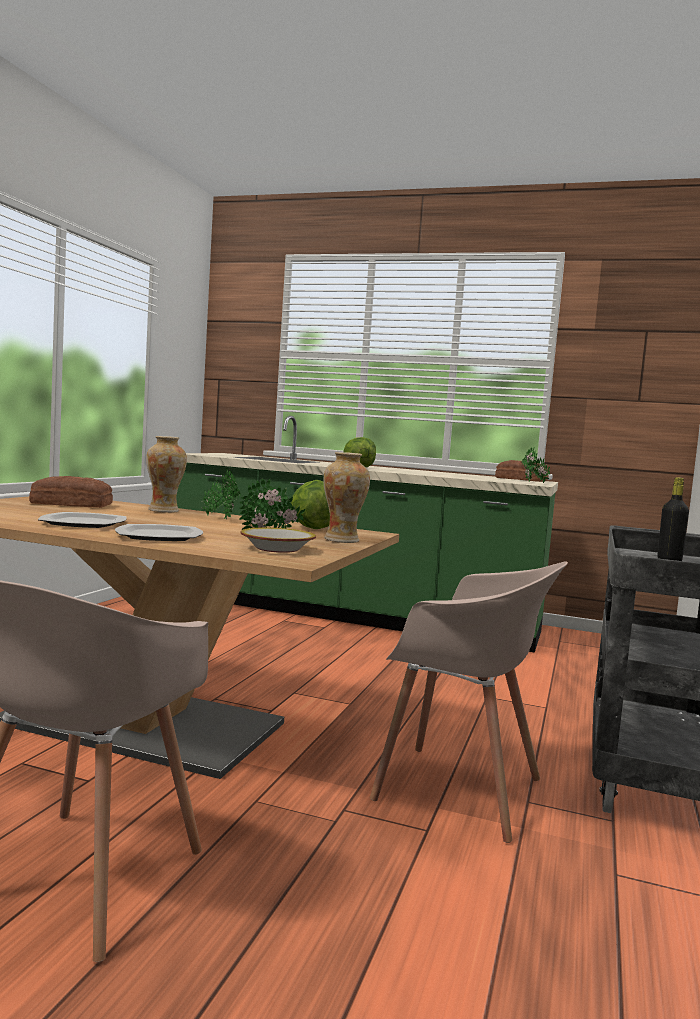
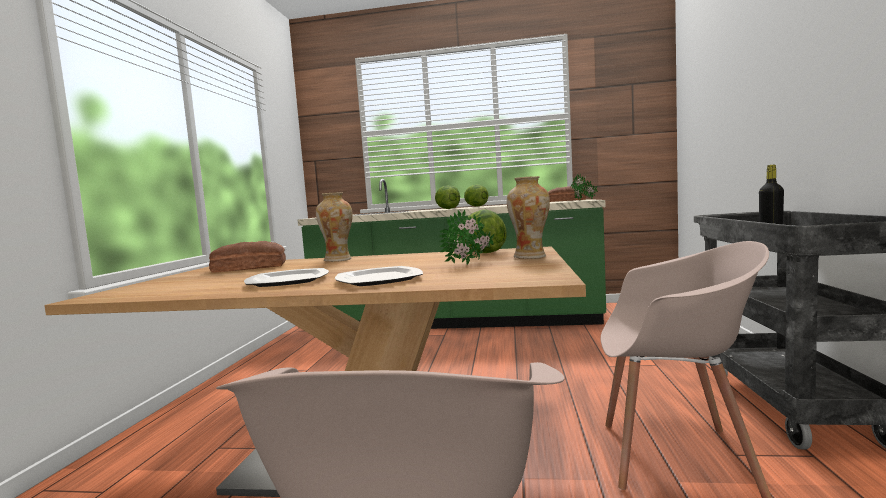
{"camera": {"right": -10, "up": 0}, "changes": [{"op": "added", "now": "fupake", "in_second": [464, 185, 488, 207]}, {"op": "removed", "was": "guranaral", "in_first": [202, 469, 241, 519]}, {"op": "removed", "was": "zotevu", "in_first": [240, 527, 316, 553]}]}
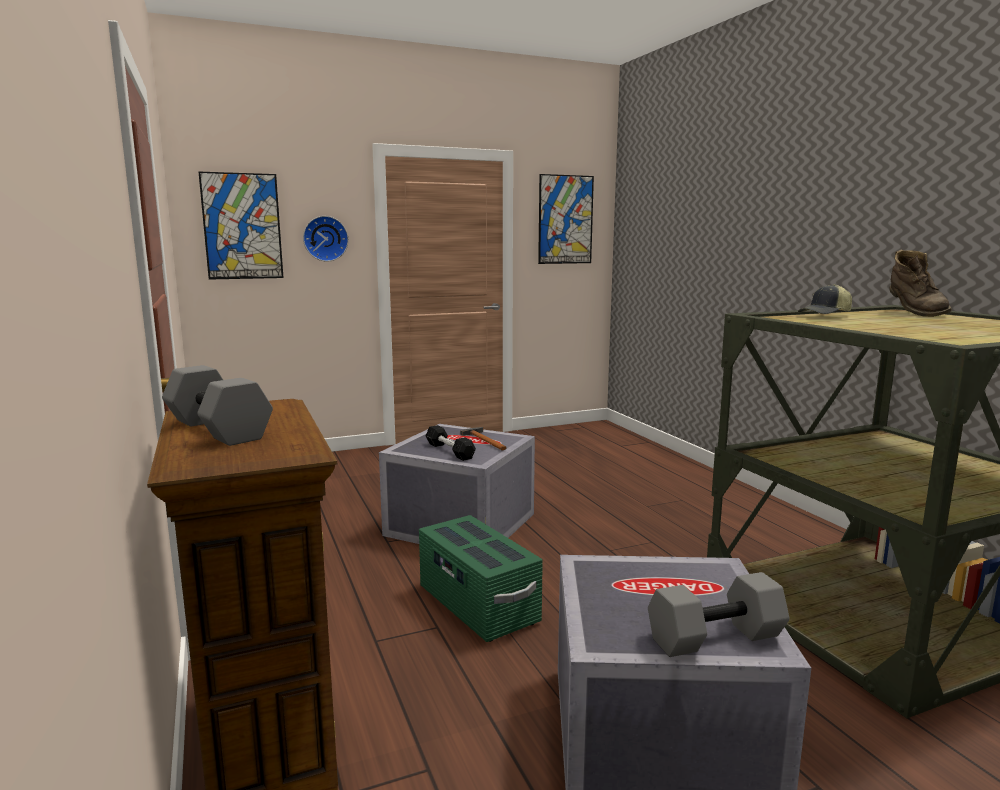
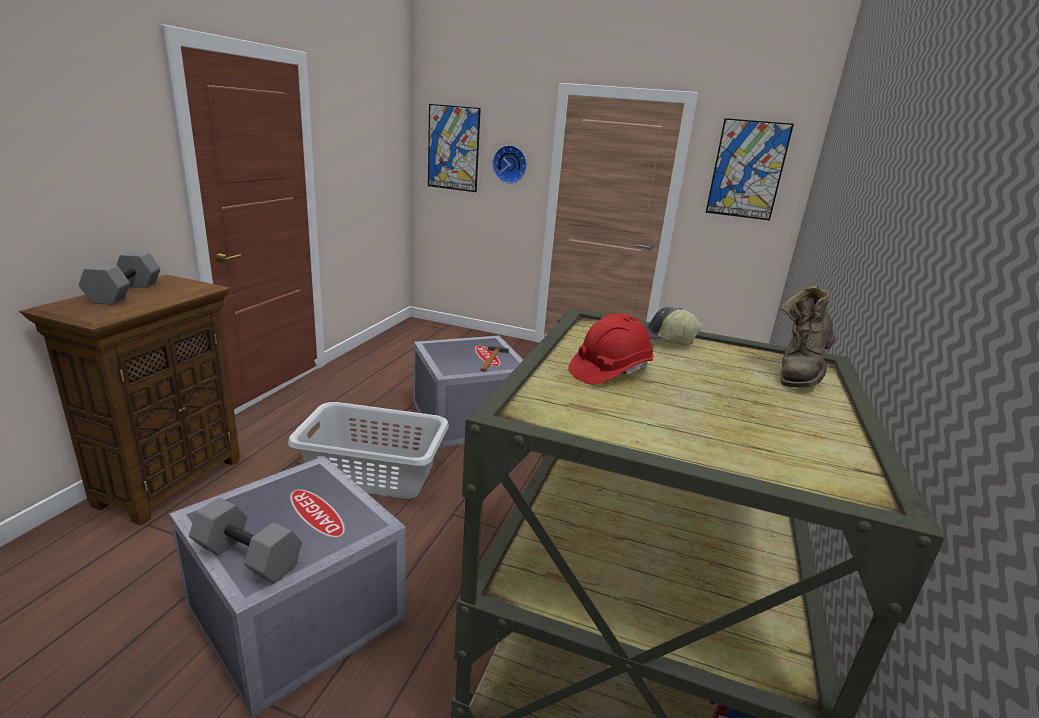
{"camera": {"right": 40, "up": 10}, "changes": [{"op": "replaced", "was": "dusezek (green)", "now": "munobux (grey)", "in_first": [419, 515, 543, 642], "in_second": [288, 402, 449, 499]}, {"op": "added", "now": "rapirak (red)", "in_second": [568, 314, 654, 385]}, {"op": "removed", "was": "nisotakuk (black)", "in_first": [426, 425, 476, 461]}]}
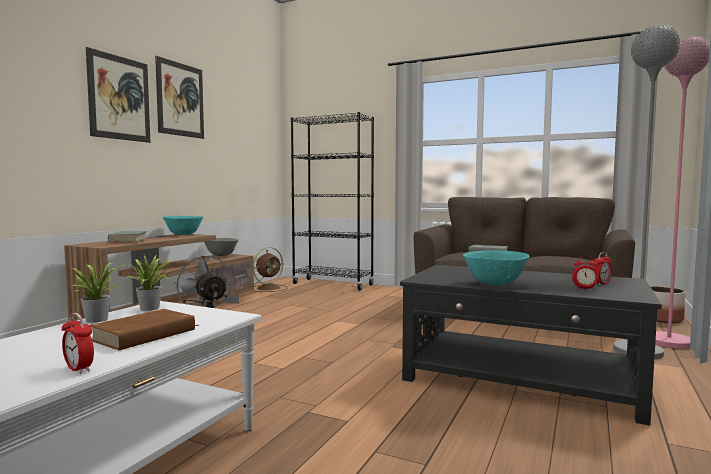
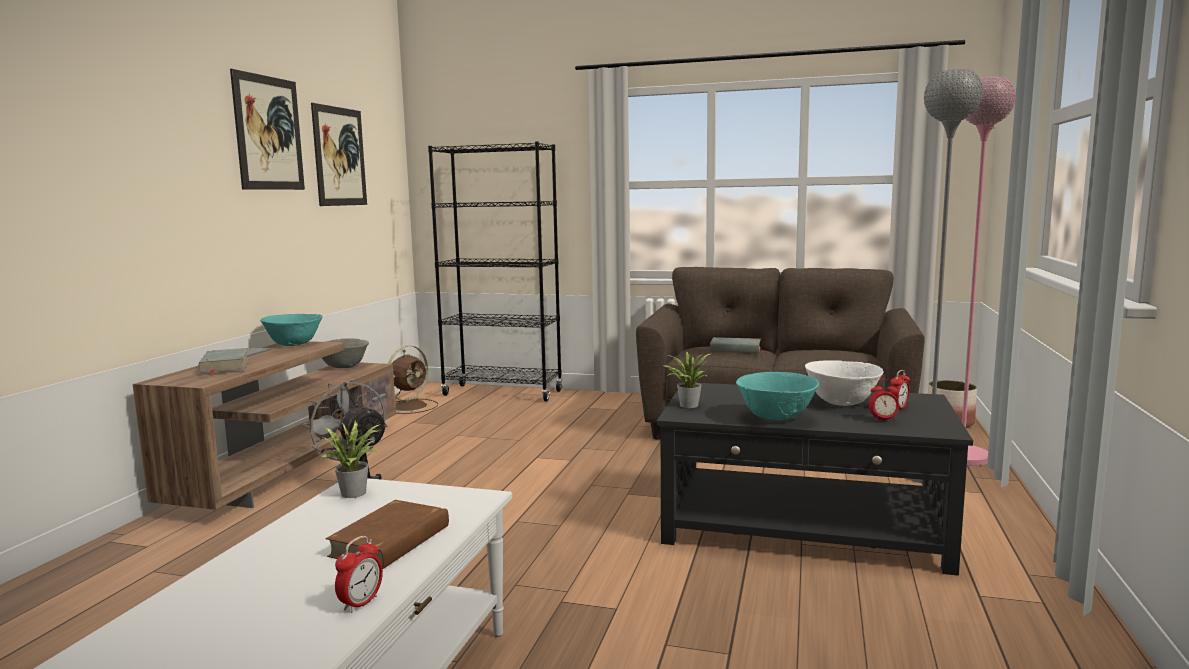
{"camera": {"right": -10, "up": 5}, "changes": [{"op": "moved", "was": "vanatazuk", "in_first": [86, 47, 150, 143], "in_second": [311, 103, 367, 206]}, {"op": "turned", "was": "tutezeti", "in_first": [62, 313, 94, 374], "in_second": [335, 536, 383, 613], "clockwise": -90}, {"op": "moved", "was": "guranaral", "in_first": [70, 261, 125, 323], "in_second": [663, 351, 712, 408]}, {"op": "added", "now": "zotevu (white)", "in_second": [805, 360, 884, 406]}]}
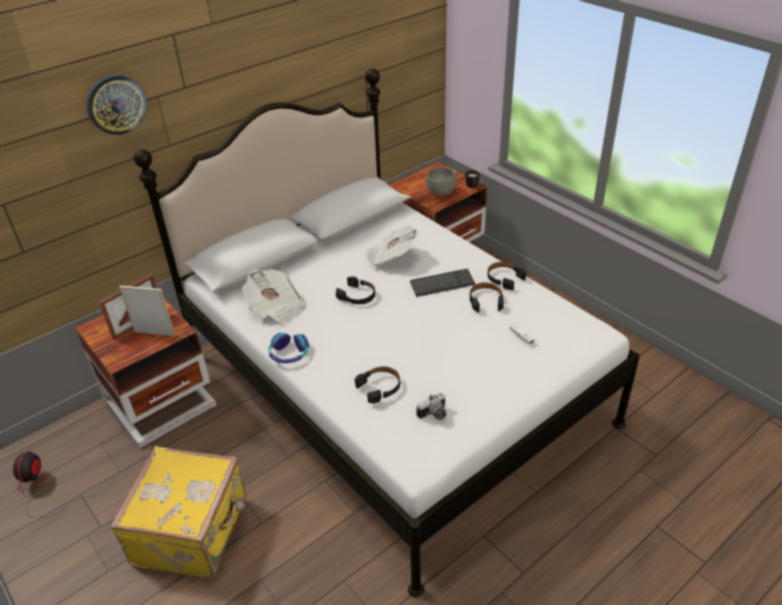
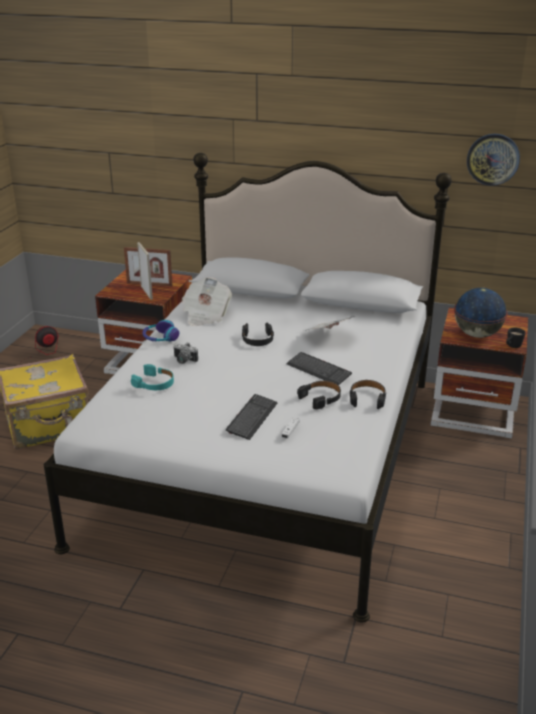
{"camera": {"right": 55, "up": -10}, "changes": [{"op": "recoloured", "was": "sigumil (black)", "now": "sigumil (turquoise)", "in_first": [355, 367, 400, 404], "in_second": [131, 364, 174, 390]}, {"op": "moved", "was": "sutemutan", "in_first": [416, 392, 446, 420], "in_second": [174, 343, 198, 364]}, {"op": "added", "now": "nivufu", "in_second": [226, 394, 278, 440]}, {"op": "replaced", "was": "zotevu (grey)", "now": "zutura", "in_first": [426, 167, 457, 196], "in_second": [454, 288, 508, 338]}, {"op": "moved", "was": "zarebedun", "in_first": [87, 75, 147, 135], "in_second": [467, 134, 520, 186]}]}
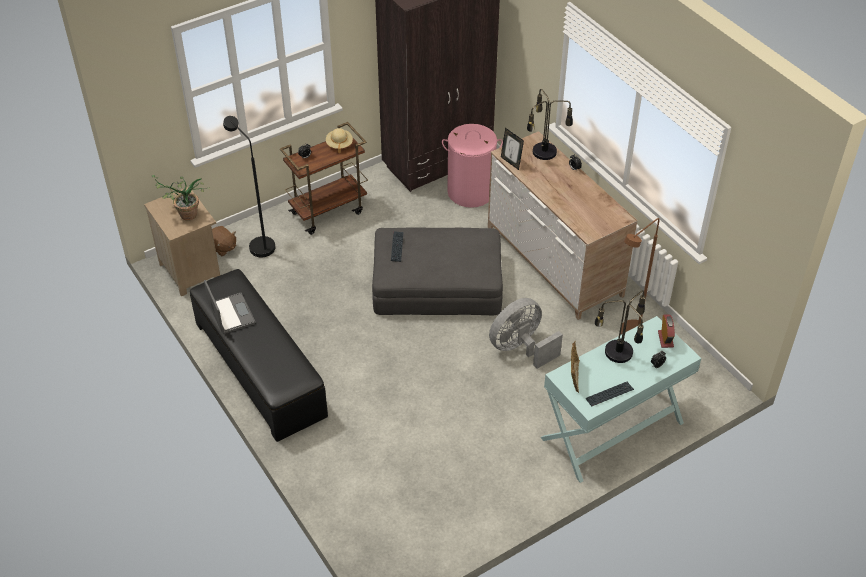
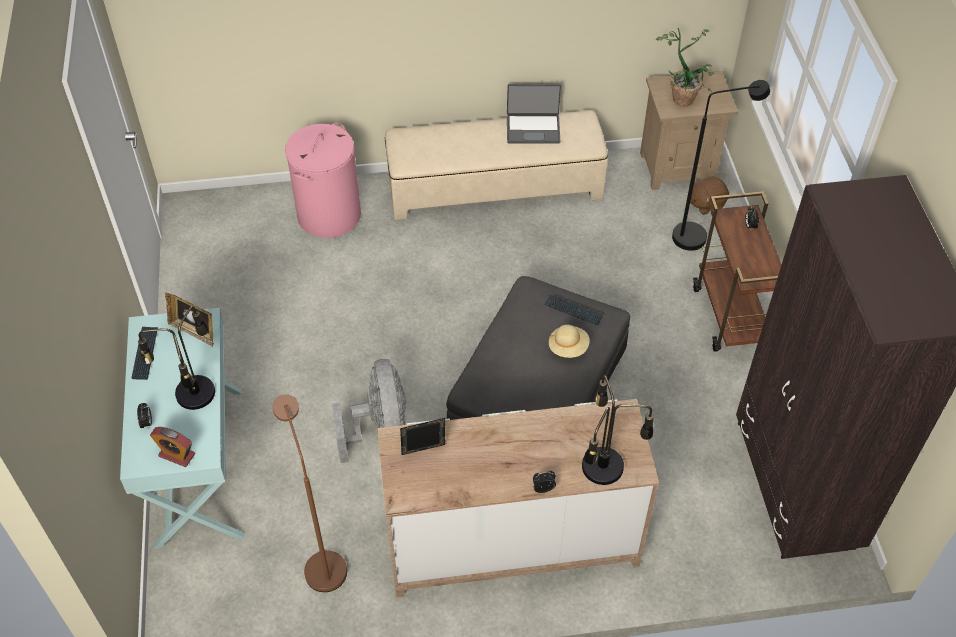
{"camera": {"right": 115, "up": 5}, "changes": [{"op": "moved", "was": "munobux (pink)", "in_first": [442, 124, 503, 208], "in_second": [285, 123, 361, 238]}, {"op": "recoloured", "was": "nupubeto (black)", "now": "nupubeto (beige)", "in_first": [190, 269, 328, 442], "in_second": [385, 110, 608, 220]}, {"op": "moved", "was": "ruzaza", "in_first": [501, 128, 524, 170], "in_second": [400, 418, 446, 455]}, {"op": "moved", "was": "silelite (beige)", "in_first": [326, 128, 353, 153], "in_second": [549, 325, 590, 358]}]}
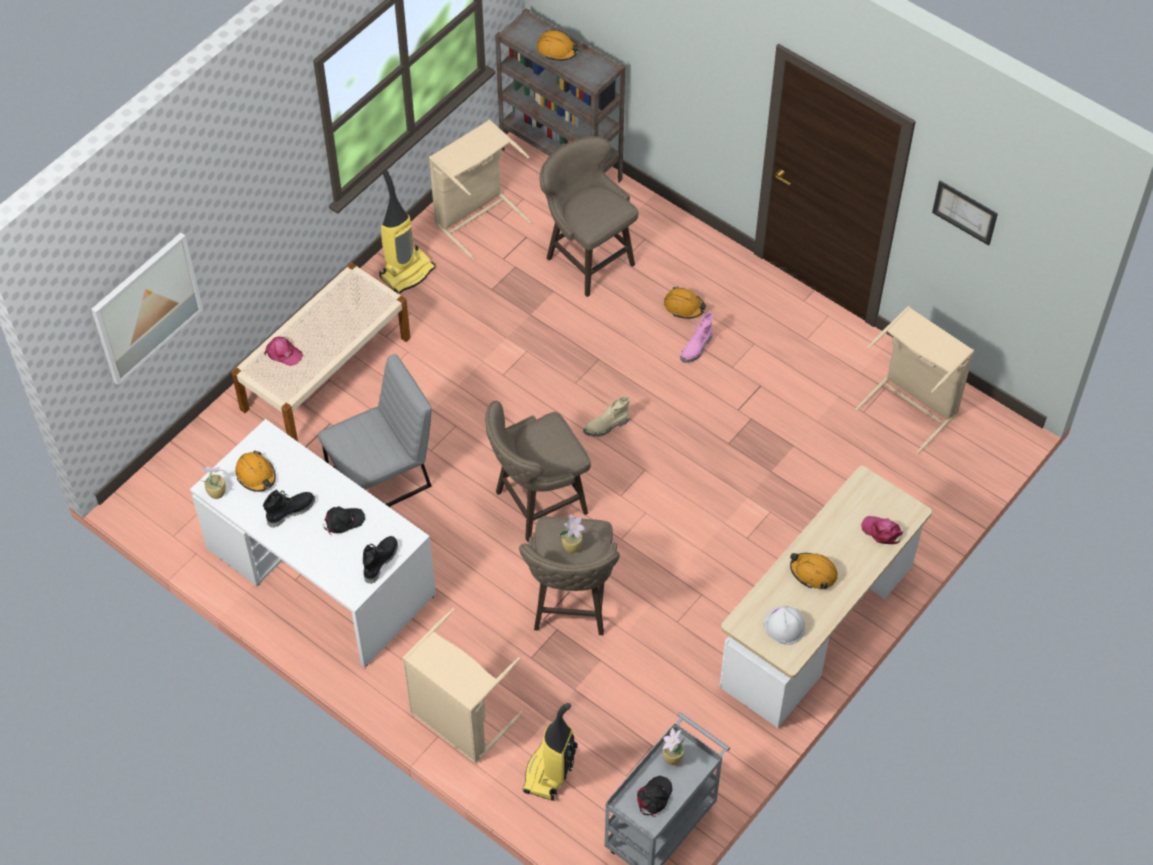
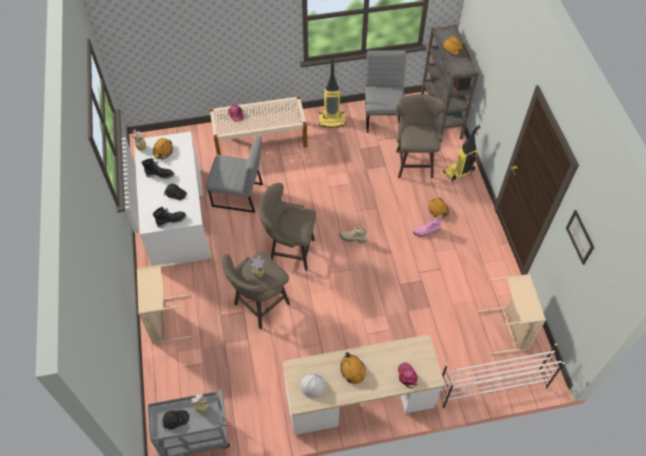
{"camera": {"right": 40, "up": 0}, "changes": [{"op": "replaced", "was": "munobux (beige)", "now": "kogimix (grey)", "in_first": [429, 119, 531, 260], "in_second": [365, 50, 406, 133]}, {"op": "added", "now": "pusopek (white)", "in_second": [440, 344, 565, 409]}, {"op": "moved", "was": "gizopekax", "in_first": [523, 703, 577, 801], "in_second": [443, 125, 480, 182]}, {"op": "removed", "was": "vanatazuk", "in_first": [91, 233, 203, 385]}]}
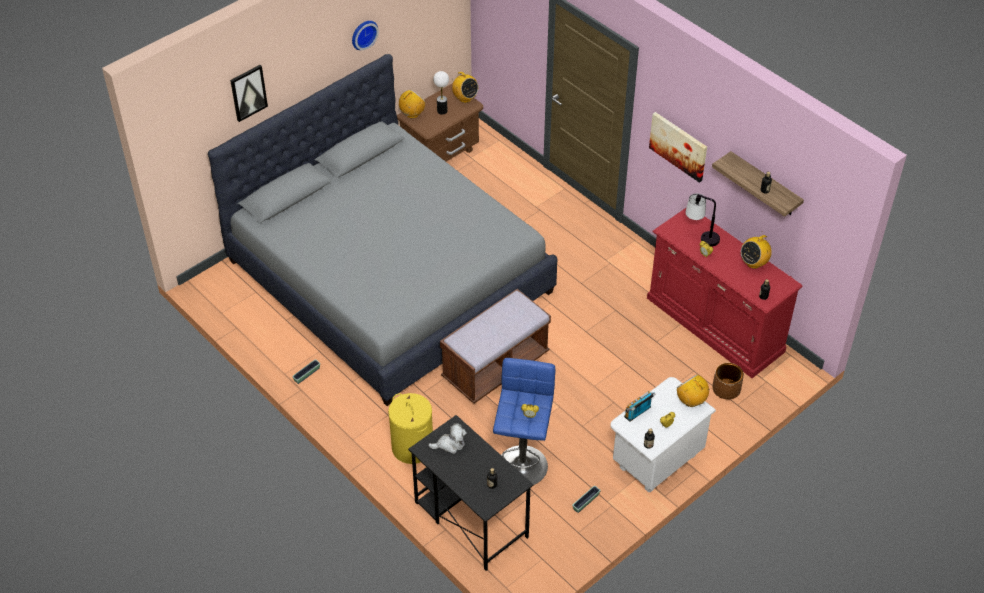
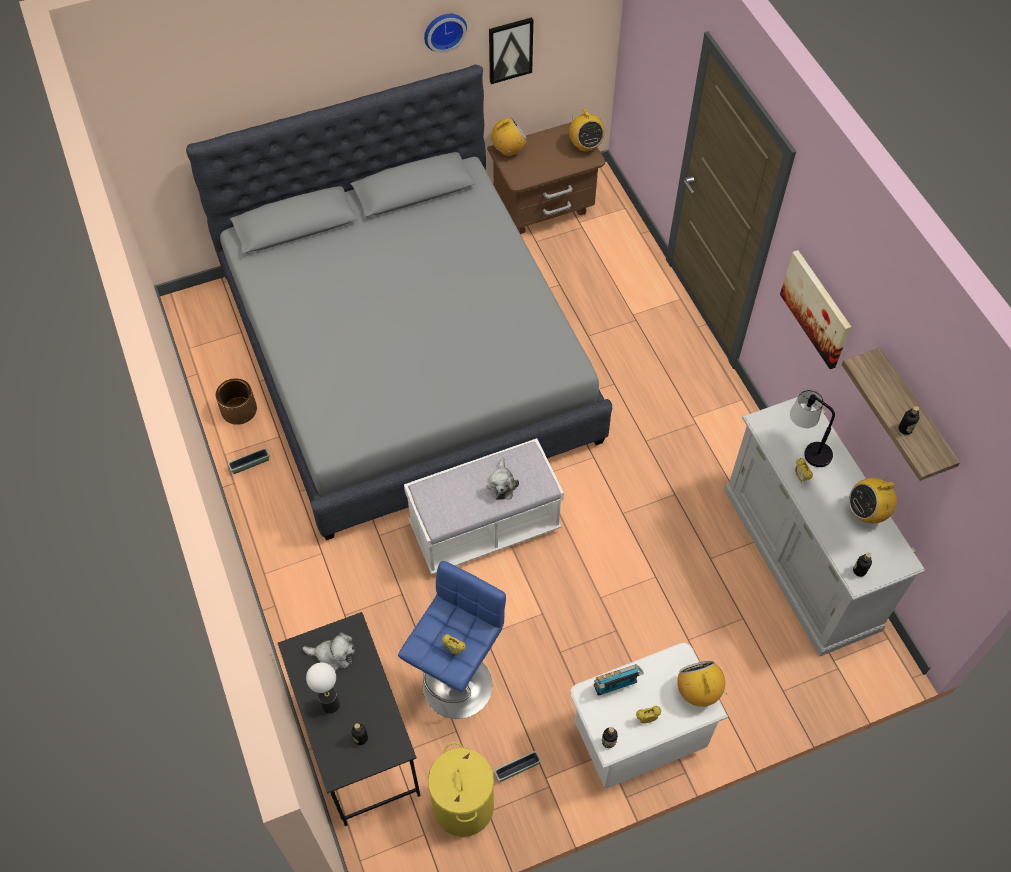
{"camera": {"right": 20, "up": 10}, "changes": [{"op": "moved", "was": "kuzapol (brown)", "in_first": [712, 363, 744, 400], "in_second": [215, 378, 257, 425]}, {"op": "moved", "was": "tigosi", "in_first": [433, 71, 449, 115], "in_second": [306, 662, 340, 714]}, {"op": "recoloured", "was": "nupubeto (brown)", "now": "nupubeto (white)", "in_first": [440, 289, 551, 404], "in_second": [404, 438, 564, 575]}, {"op": "moved", "was": "munobux (yellow)", "in_first": [388, 393, 433, 464], "in_second": [428, 742, 494, 837]}, {"op": "added", "now": "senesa", "in_second": [487, 457, 519, 500]}, {"op": "moved", "was": "vanatazuk", "in_first": [230, 65, 268, 122], "in_second": [489, 17, 533, 84]}, {"op": "recoloured", "was": "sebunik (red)", "now": "sebunik (white)", "in_first": [647, 207, 802, 378], "in_second": [724, 397, 925, 657]}]}
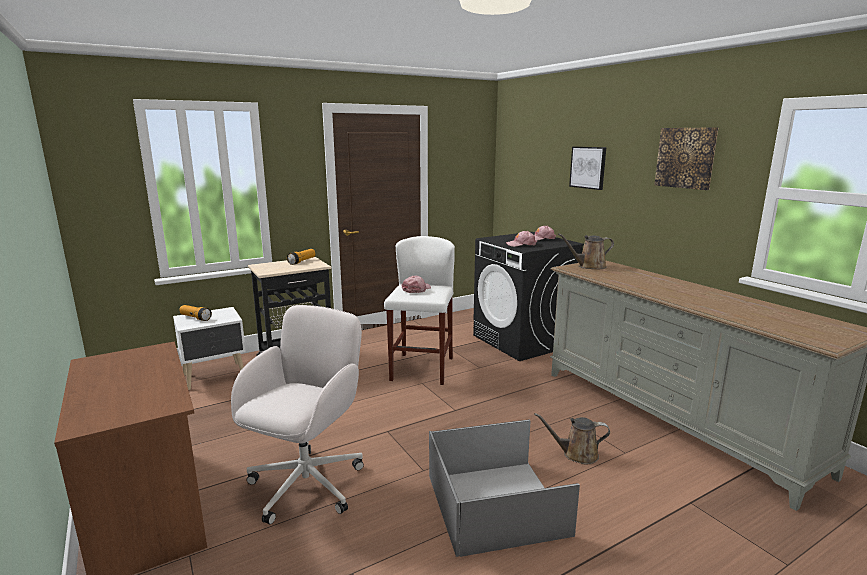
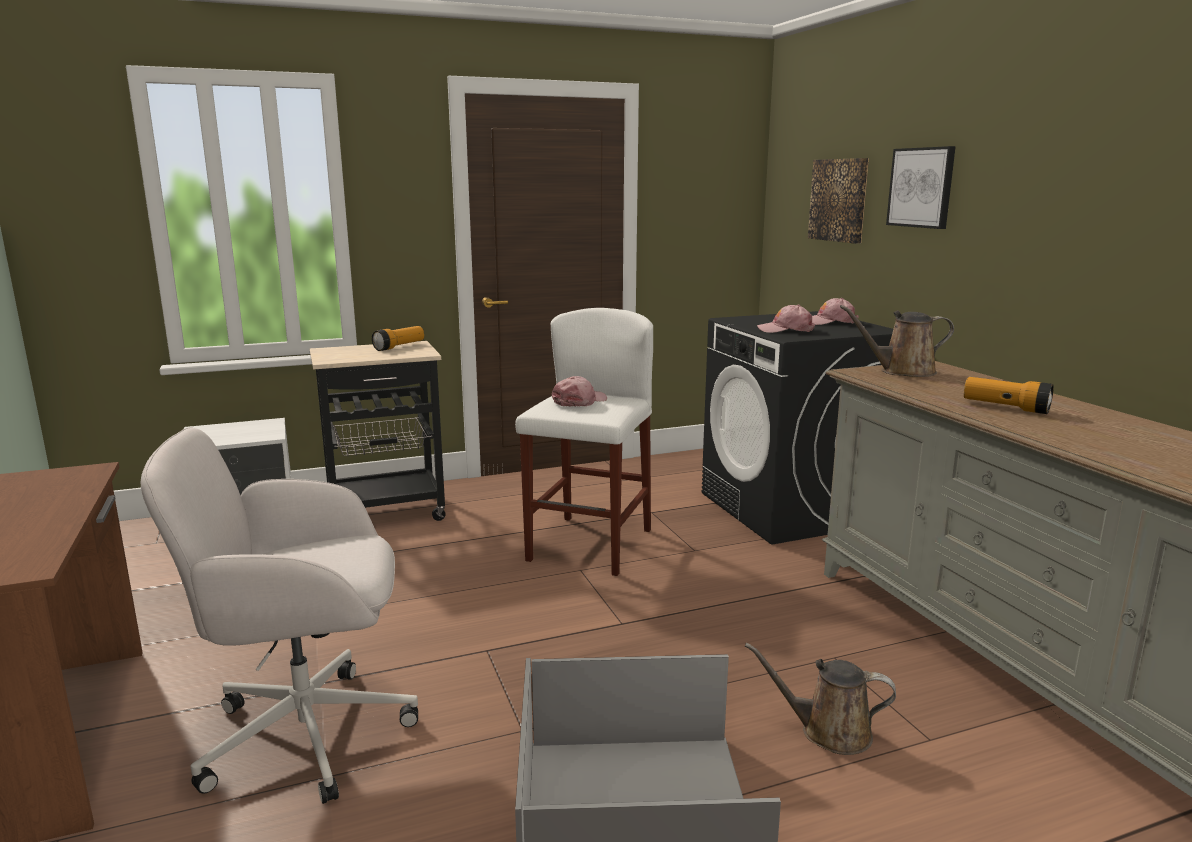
{"camera": {"right": 10, "up": 0}, "changes": [{"op": "turned", "was": "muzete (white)", "in_first": [231, 305, 364, 524], "in_second": [141, 427, 418, 804], "clockwise": -135}, {"op": "moved", "was": "vanatazuk", "in_first": [654, 127, 718, 190], "in_second": [808, 158, 869, 244]}, {"op": "moved", "was": "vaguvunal", "in_first": [179, 305, 212, 321], "in_second": [964, 377, 1054, 414]}]}
